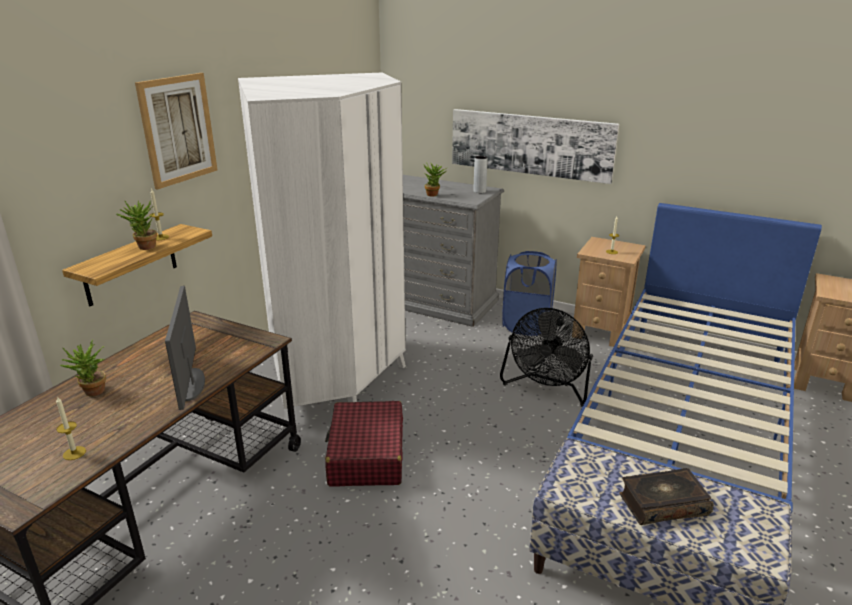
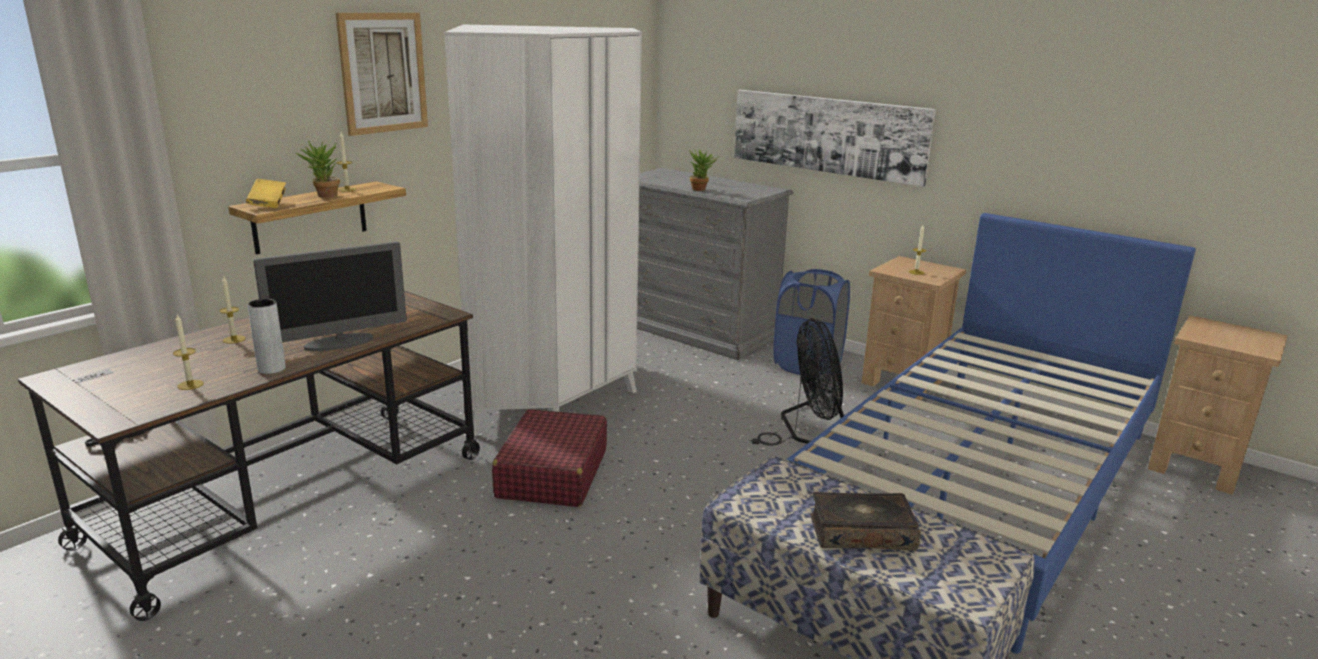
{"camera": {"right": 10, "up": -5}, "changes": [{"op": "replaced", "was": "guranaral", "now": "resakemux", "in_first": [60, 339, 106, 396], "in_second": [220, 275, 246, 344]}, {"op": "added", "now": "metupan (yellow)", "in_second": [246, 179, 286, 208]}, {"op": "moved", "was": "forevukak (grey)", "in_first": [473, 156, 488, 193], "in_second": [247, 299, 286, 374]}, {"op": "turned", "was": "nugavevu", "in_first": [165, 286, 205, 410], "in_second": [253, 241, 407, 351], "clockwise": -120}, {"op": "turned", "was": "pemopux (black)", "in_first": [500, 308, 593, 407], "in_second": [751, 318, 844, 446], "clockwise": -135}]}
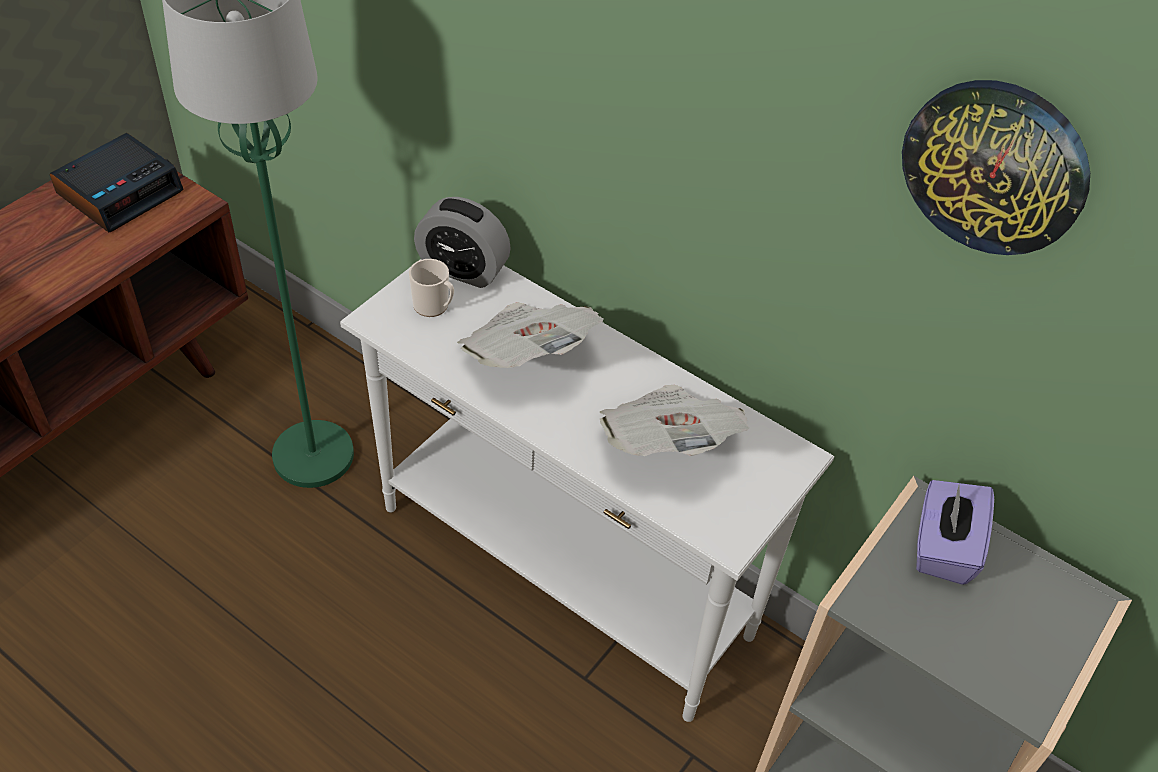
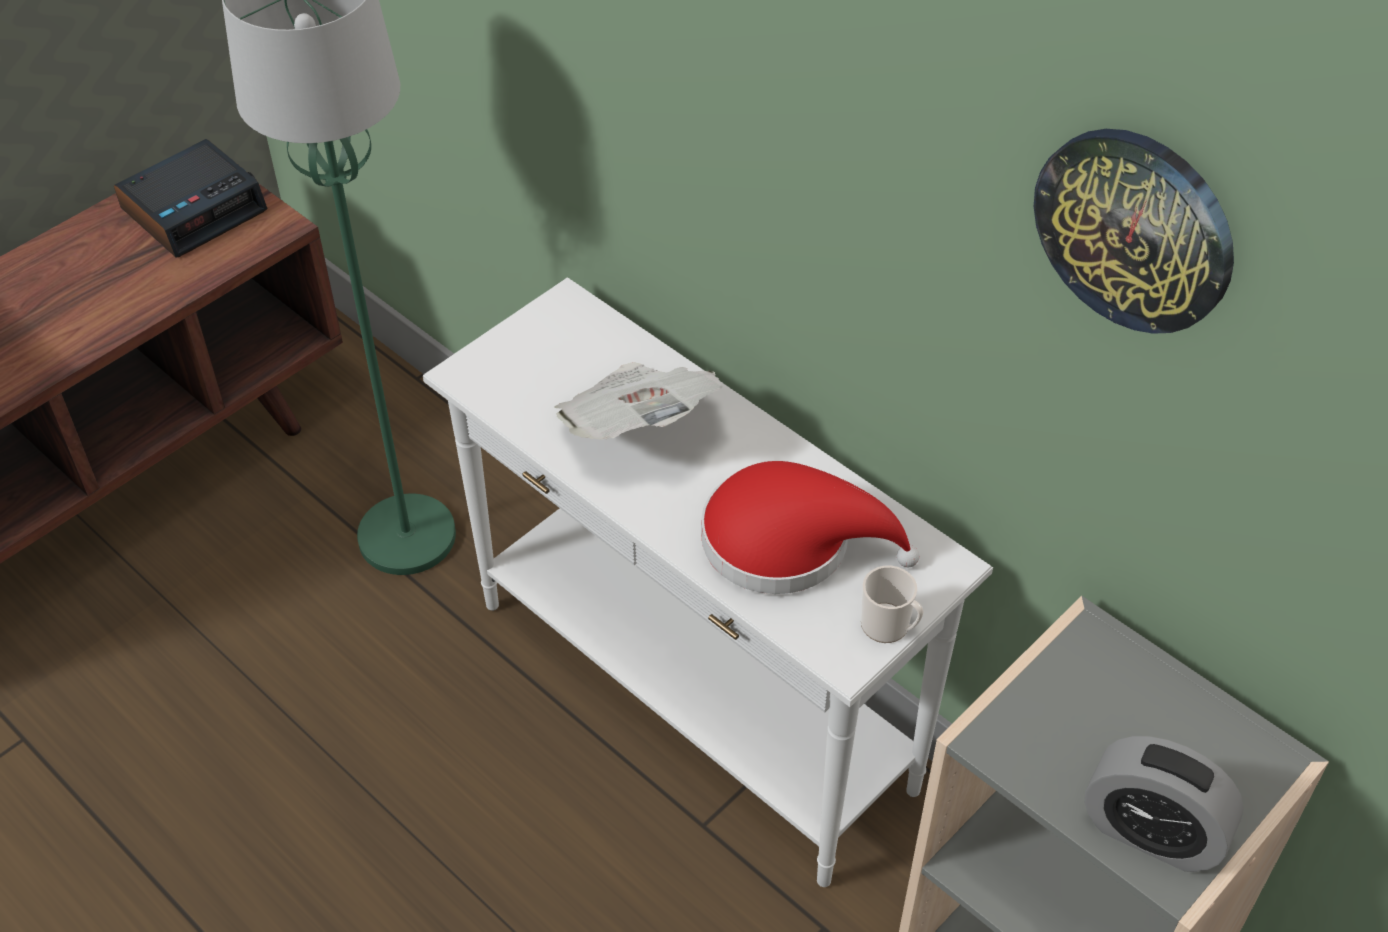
{"camera": {"right": 10, "up": 0}, "changes": [{"op": "replaced", "was": "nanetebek", "now": "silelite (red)", "in_first": [600, 385, 750, 456], "in_second": [701, 461, 919, 594]}, {"op": "moved", "was": "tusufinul", "in_first": [409, 259, 454, 317], "in_second": [861, 566, 924, 643]}, {"op": "moved", "was": "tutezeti", "in_first": [414, 197, 511, 288], "in_second": [1084, 736, 1244, 872]}, {"op": "removed", "was": "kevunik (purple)", "in_first": [916, 480, 994, 585]}]}
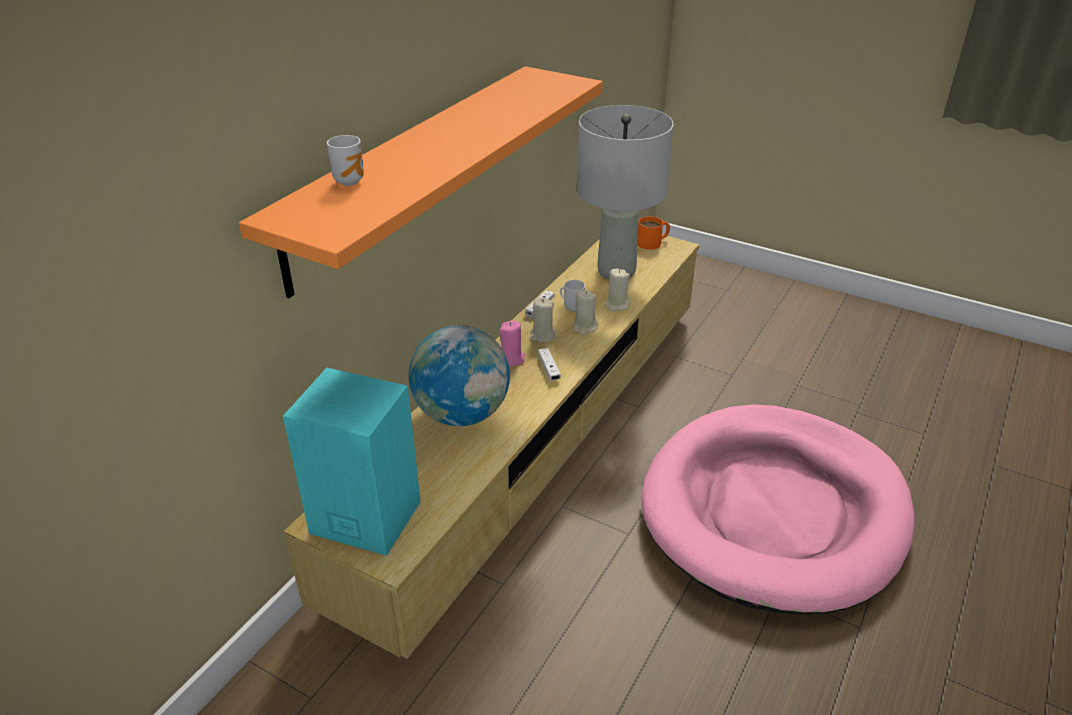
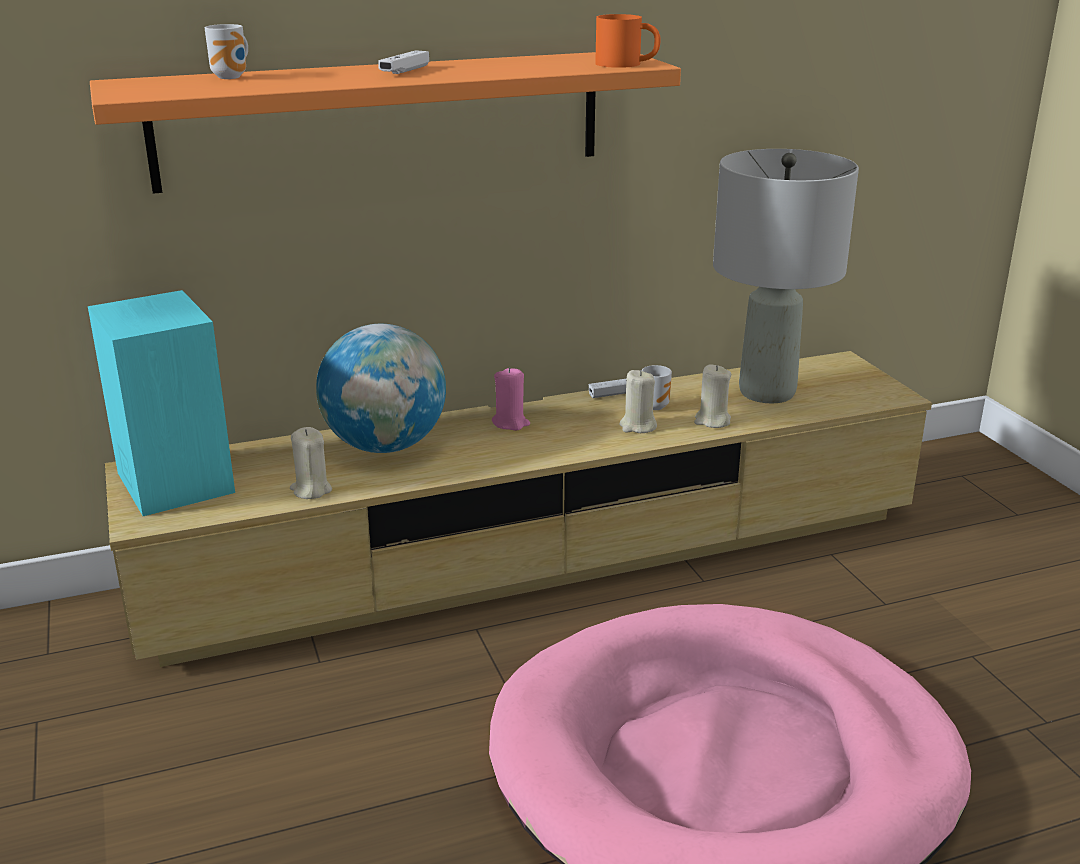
{"camera": {"right": 40, "up": -10}, "changes": [{"op": "moved", "was": "resakemux (beige)", "in_first": [530, 297, 555, 342], "in_second": [290, 427, 332, 499]}, {"op": "moved", "was": "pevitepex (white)", "in_first": [538, 348, 561, 380], "in_second": [379, 50, 429, 74]}, {"op": "moved", "was": "tusufinul (orange)", "in_first": [637, 216, 670, 250], "in_second": [595, 14, 660, 68]}]}
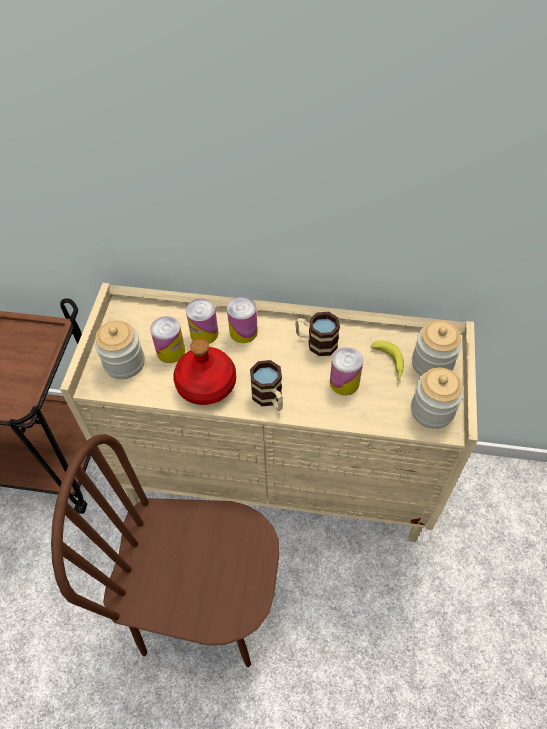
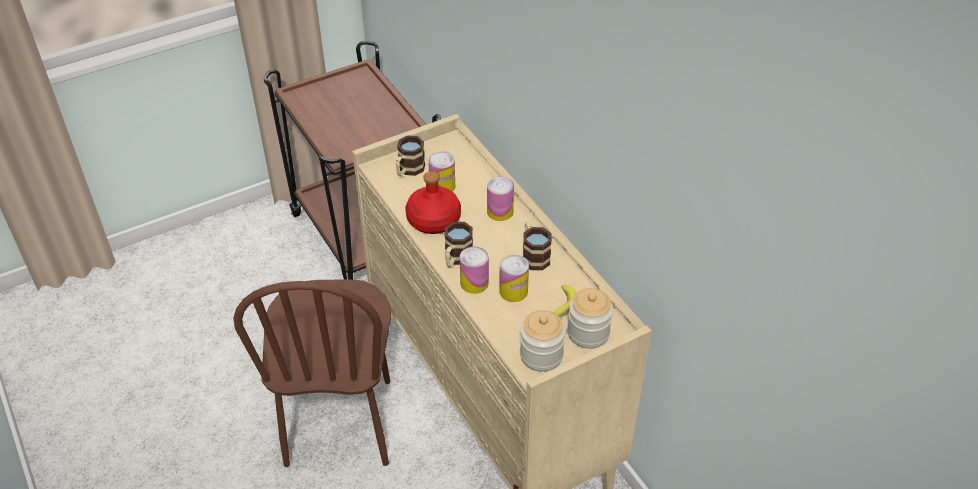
{"camera": {"right": 50, "up": -10}, "changes": [{"op": "turned", "was": "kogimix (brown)", "in_first": [51, 434, 279, 667], "in_second": [233, 279, 391, 467], "clockwise": -150}, {"op": "replaced", "was": "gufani", "now": "tusufinul", "in_first": [95, 320, 145, 379], "in_second": [396, 135, 425, 176]}, {"op": "moved", "was": "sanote", "in_first": [186, 298, 219, 344], "in_second": [460, 247, 489, 294]}]}
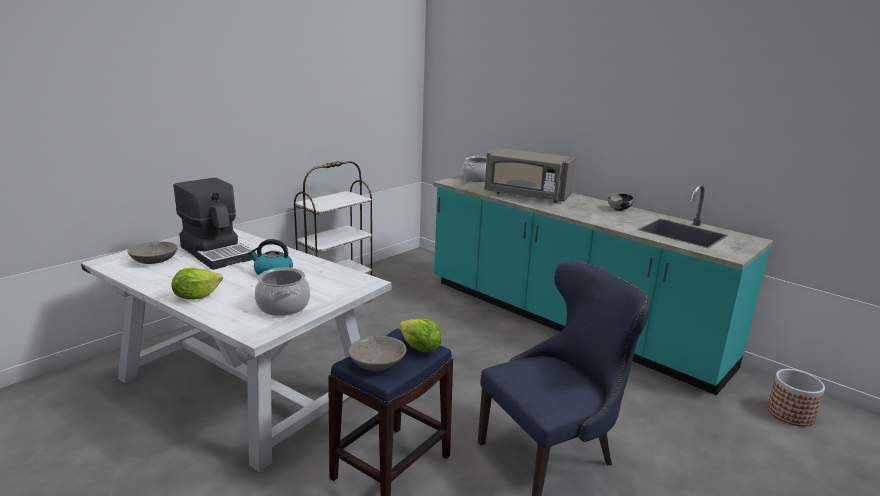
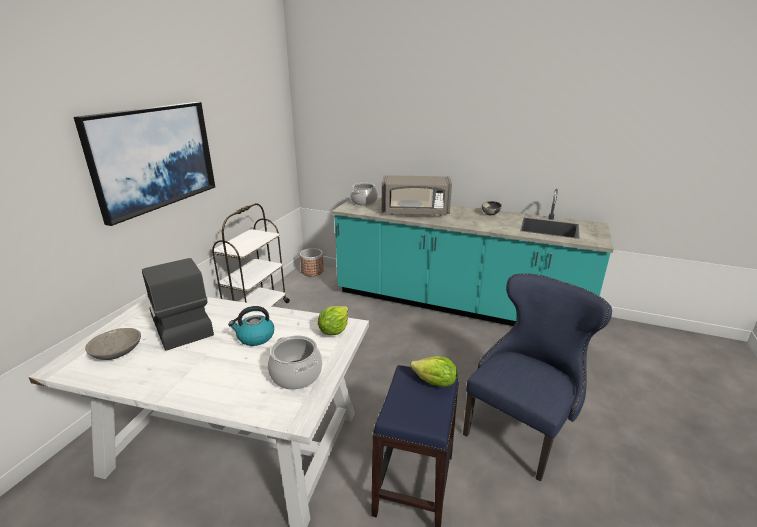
{"camera": {"right": -20, "up": 5}, "changes": [{"op": "added", "now": "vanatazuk", "in_second": [74, 102, 215, 226]}, {"op": "turned", "was": "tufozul", "in_first": [174, 178, 253, 270], "in_second": [142, 258, 214, 351], "clockwise": -150}, {"op": "moved", "was": "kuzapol", "in_first": [767, 369, 825, 426], "in_second": [300, 248, 324, 276]}, {"op": "moved", "was": "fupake", "in_first": [171, 268, 223, 300], "in_second": [318, 306, 348, 335]}, {"op": "removed", "was": "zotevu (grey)", "in_first": [348, 336, 406, 371]}]}
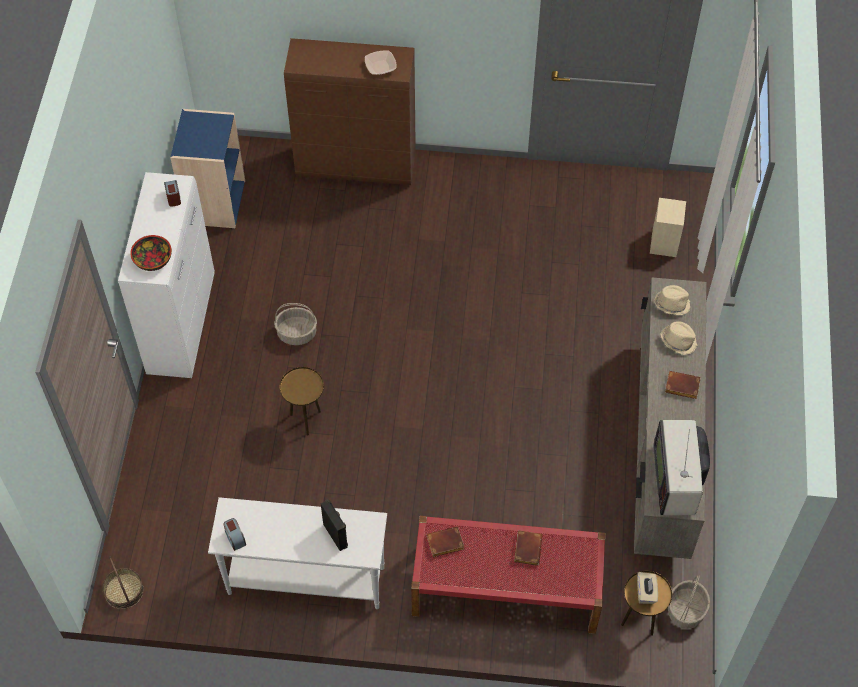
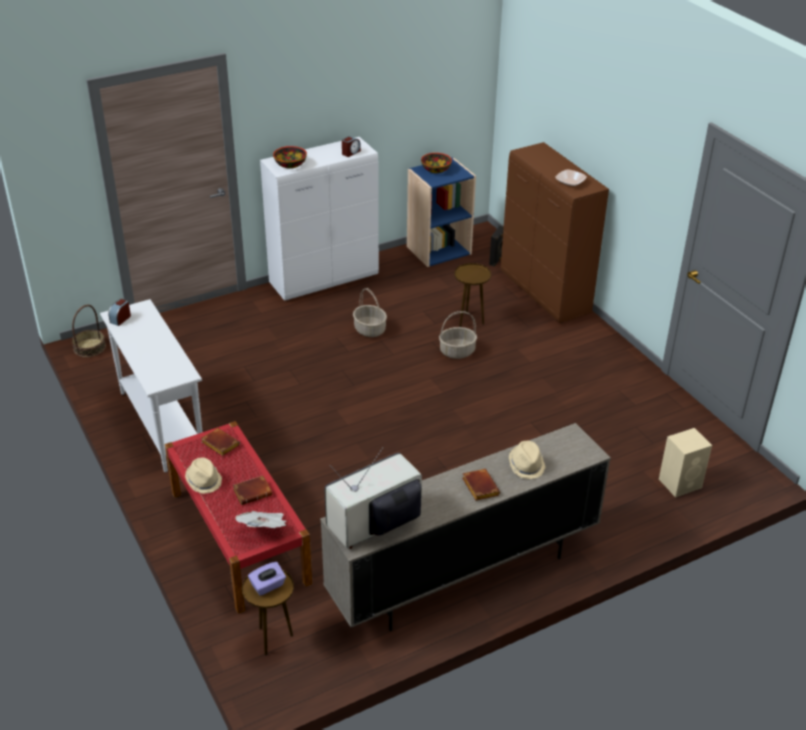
{"camera": {"right": 55, "up": -20}, "changes": [{"op": "moved", "was": "silelite (beige)", "in_first": [654, 285, 690, 315], "in_second": [185, 458, 222, 494]}, {"op": "added", "now": "nanetebek", "in_second": [235, 511, 287, 528]}, {"op": "recoloured", "was": "kevunik (beige)", "now": "kevunik (purple)", "in_first": [637, 572, 658, 604], "in_second": [248, 562, 286, 596]}, {"op": "added", "now": "zotevu", "in_second": [421, 153, 452, 173]}, {"op": "moved", "was": "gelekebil", "in_first": [668, 575, 710, 629], "in_second": [439, 311, 477, 359]}, {"op": "moved", "was": "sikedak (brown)", "in_first": [280, 367, 324, 436], "in_second": [454, 263, 491, 327]}, {"op": "moved", "was": "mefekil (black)", "in_first": [321, 499, 348, 551], "in_second": [489, 226, 504, 267]}]}
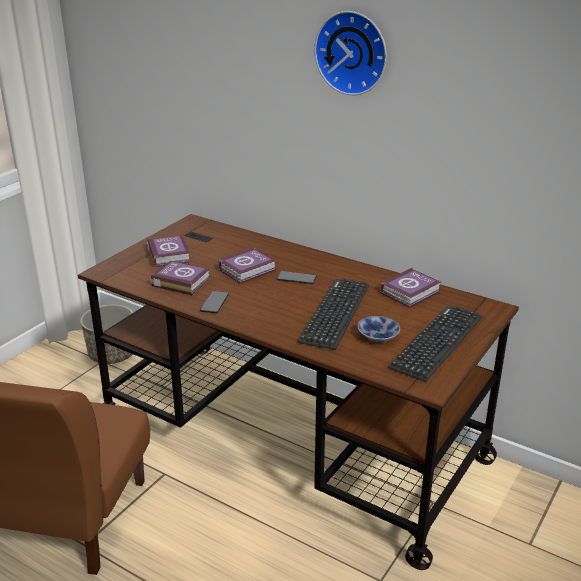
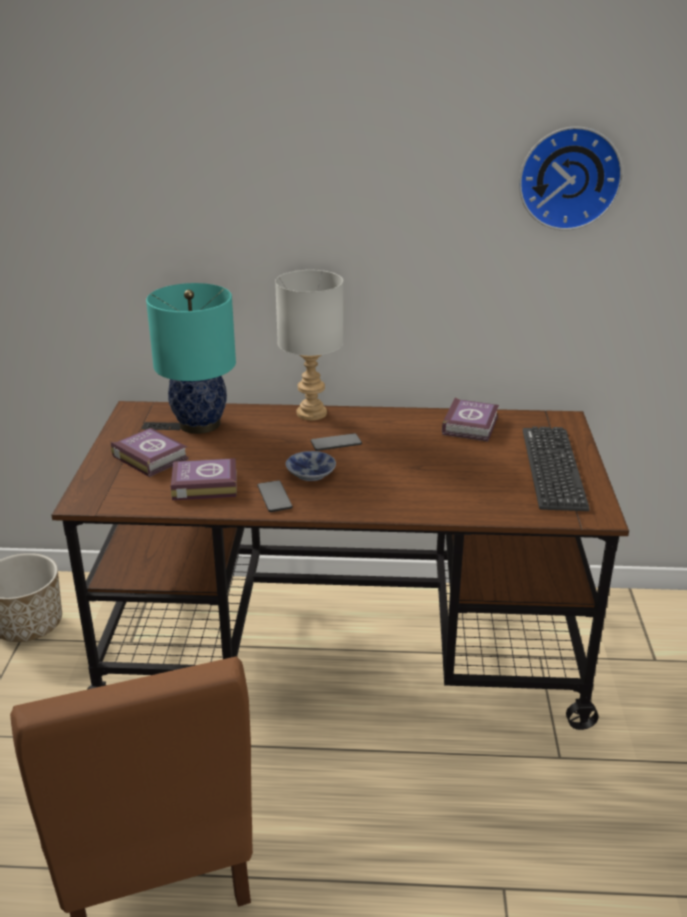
{"camera": {"right": -30, "up": 0}, "changes": [{"op": "added", "now": "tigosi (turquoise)", "in_second": [146, 283, 236, 434]}, {"op": "added", "now": "tigosi (grey)", "in_second": [275, 270, 343, 421]}, {"op": "moved", "was": "zotevu", "in_first": [358, 316, 400, 343], "in_second": [286, 451, 336, 481]}, {"op": "moved", "was": "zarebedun", "in_first": [314, 11, 387, 95], "in_second": [519, 126, 623, 231]}, {"op": "removed", "was": "metupan", "in_first": [218, 247, 277, 284]}, {"op": "removed", "was": "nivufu", "in_first": [298, 278, 369, 350]}]}
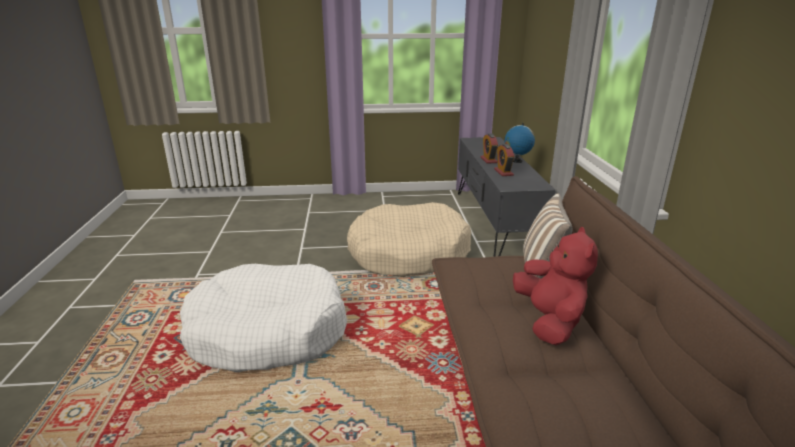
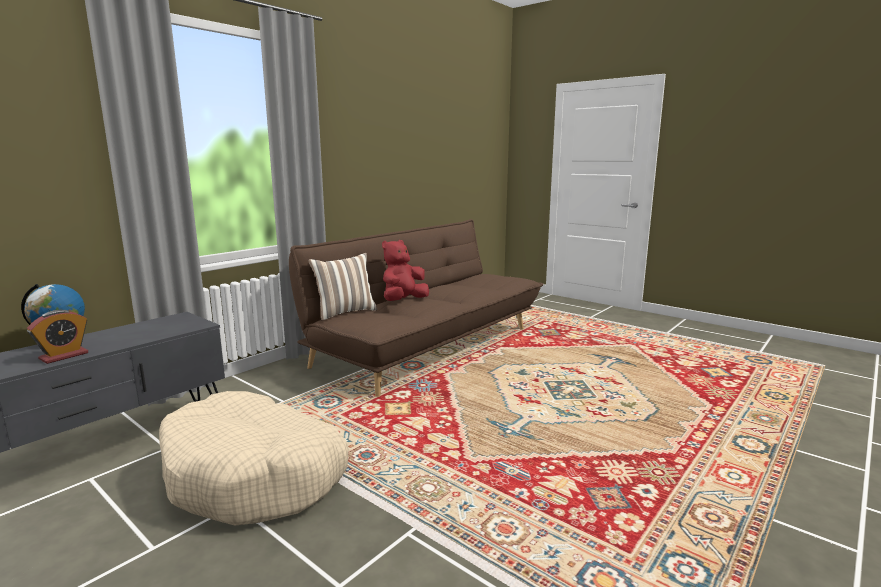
{"camera": {"right": -135, "up": -10}, "changes": [{"op": "removed", "was": "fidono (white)", "in_first": [180, 264, 347, 372]}, {"op": "removed", "was": "tutezeti", "in_first": [494, 144, 514, 176]}]}
